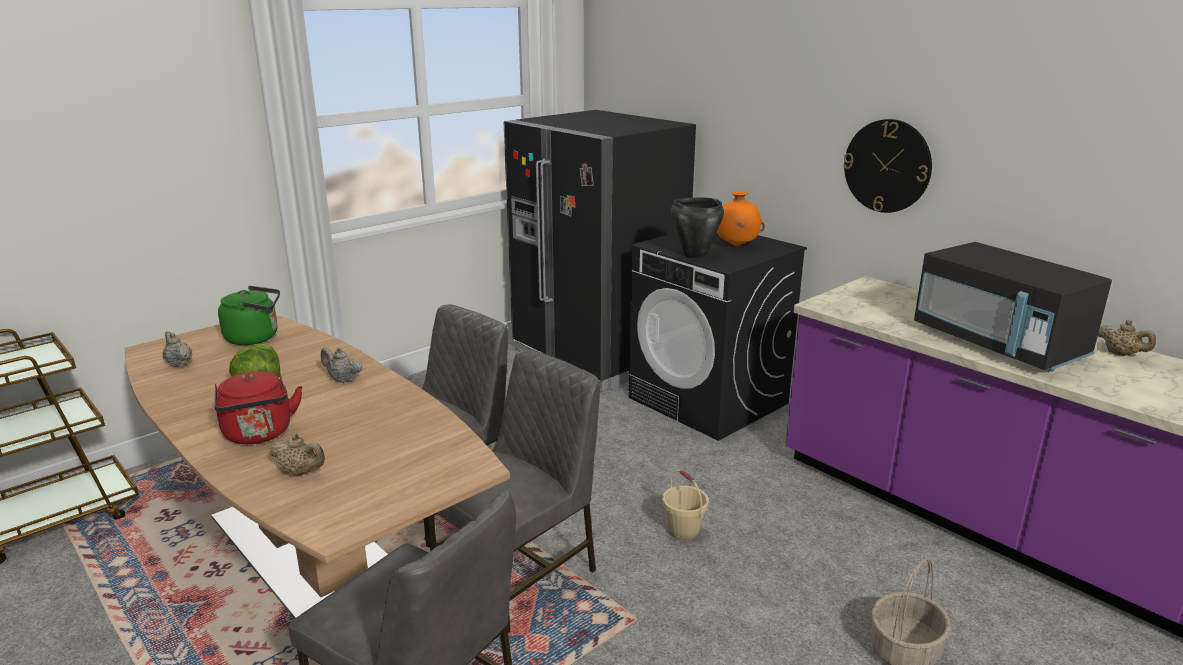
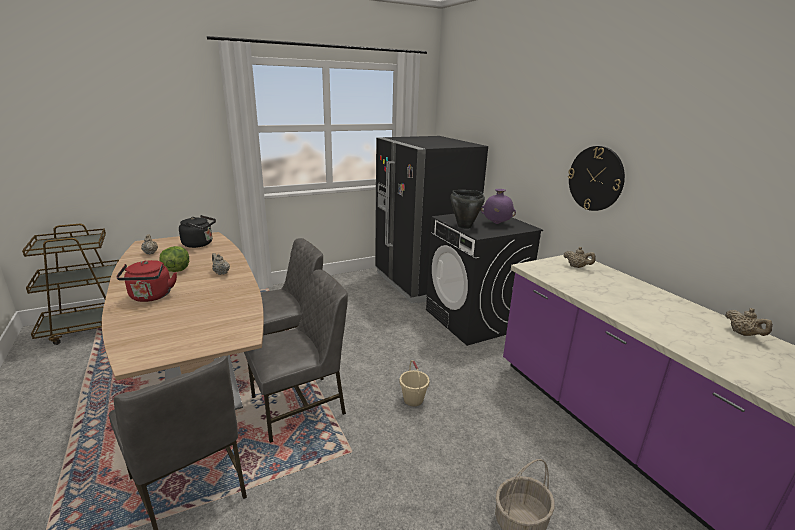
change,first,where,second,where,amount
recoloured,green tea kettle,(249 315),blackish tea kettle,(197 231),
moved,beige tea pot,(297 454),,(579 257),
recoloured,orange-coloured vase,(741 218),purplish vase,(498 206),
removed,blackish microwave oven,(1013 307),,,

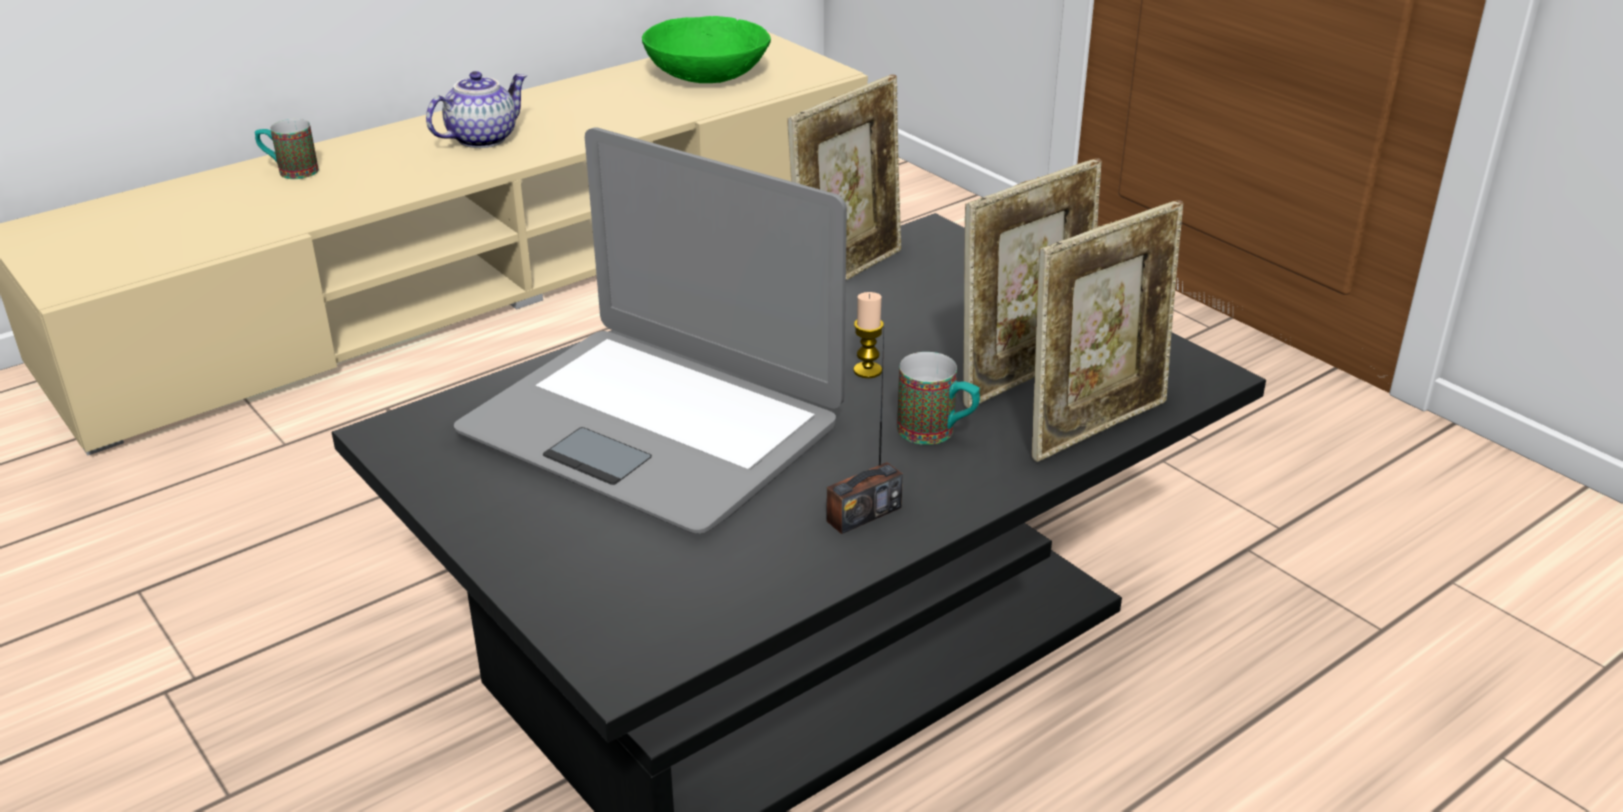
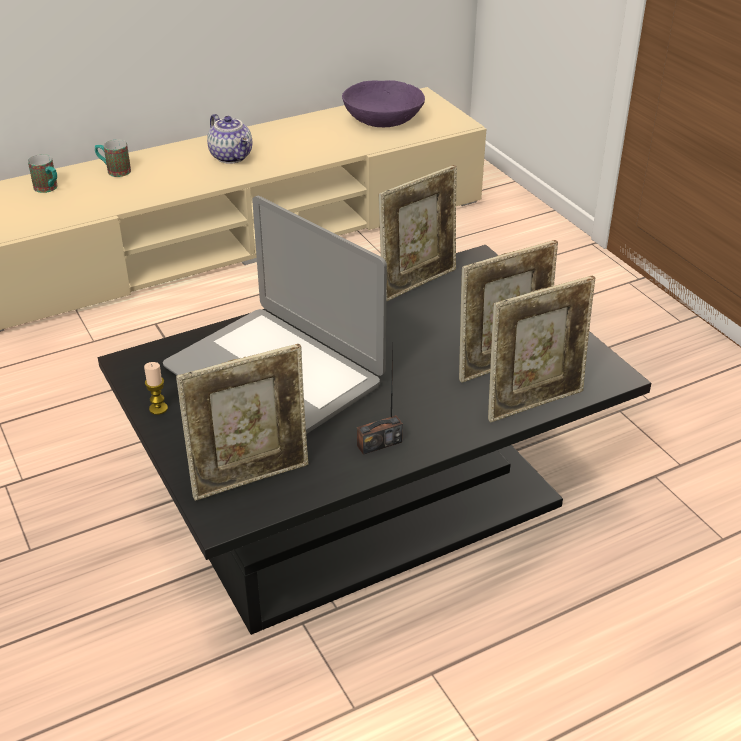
change,first,where,second,where,amount
turned,tea pot,(476 109),,(229 139),90 degrees clockwise
recoloured,green deep dish,(706 49),purplish deep dish,(383 103),
moved,wax candle,(868 335),,(156 388),
moved,tea mug,(938 398),,(43 173),
added,,,photo frame,(242 422),

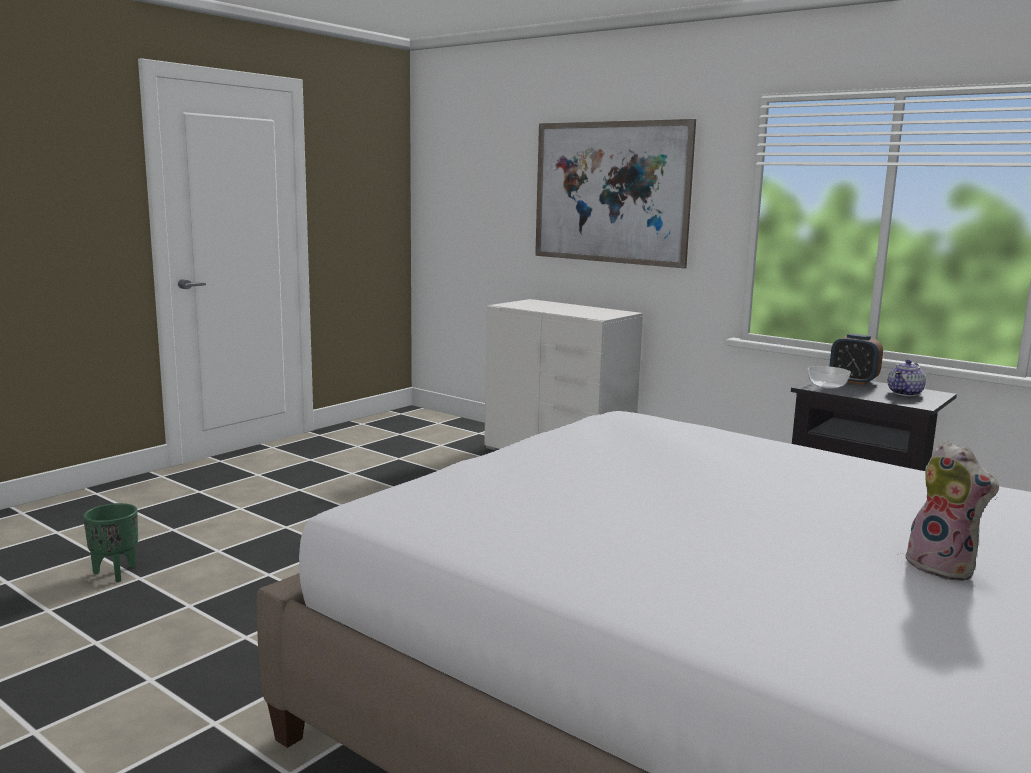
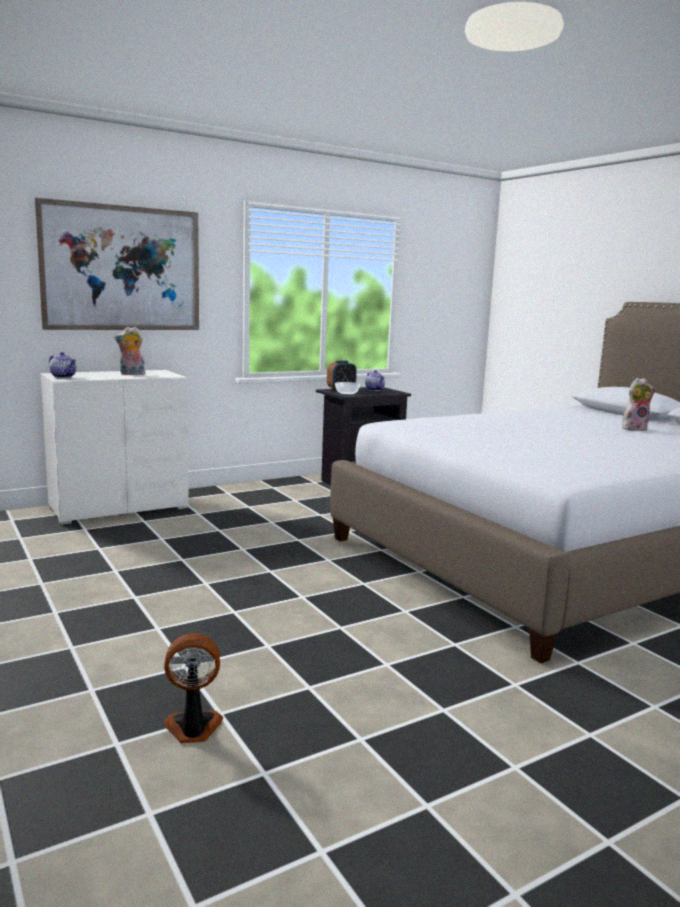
change,first,where,second,where,amount
replaced,green flower pot,(110 542),cooling fan,(193 688),
added,,,tea pot,(62 365),
added,,,cuddly toy,(130 351),

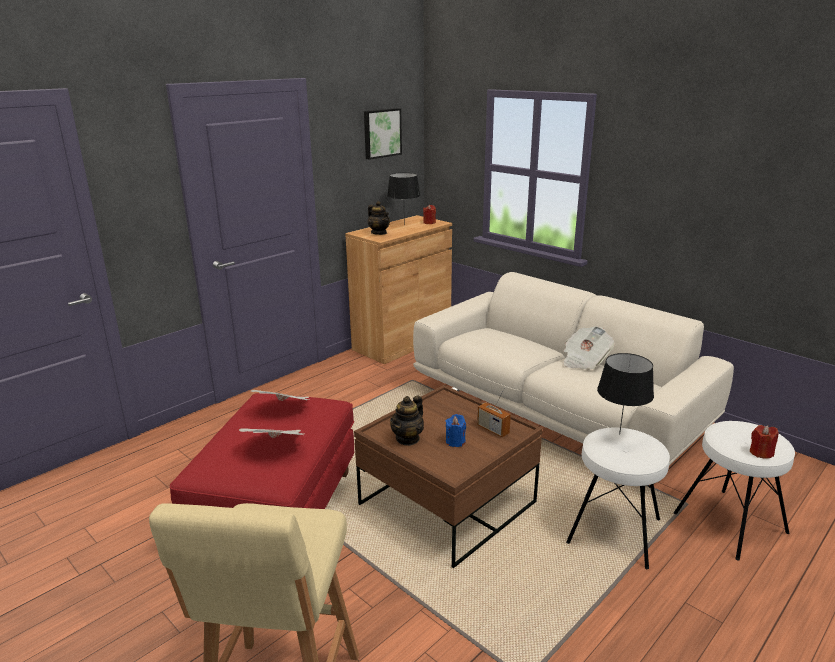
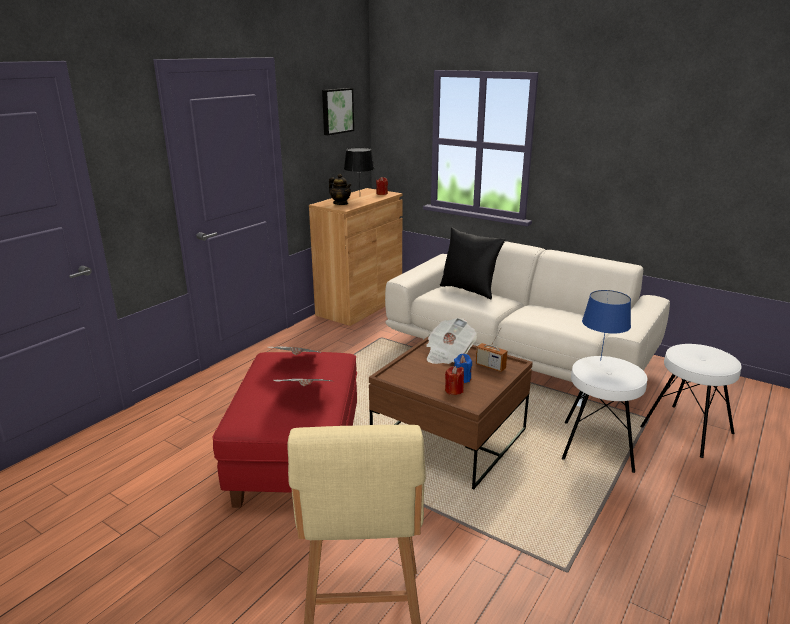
change,first,where,second,where,amount
removed,tea pot,(407 420),,,
moved,daily paper,(588 347),,(451 341),
recoloured,blackish tabletop lamp,(625 394),blue-coloured tabletop lamp,(606 325),
moved,reddish wax candle,(764 442),,(454 380),
added,,,blackish cushion,(472 263),

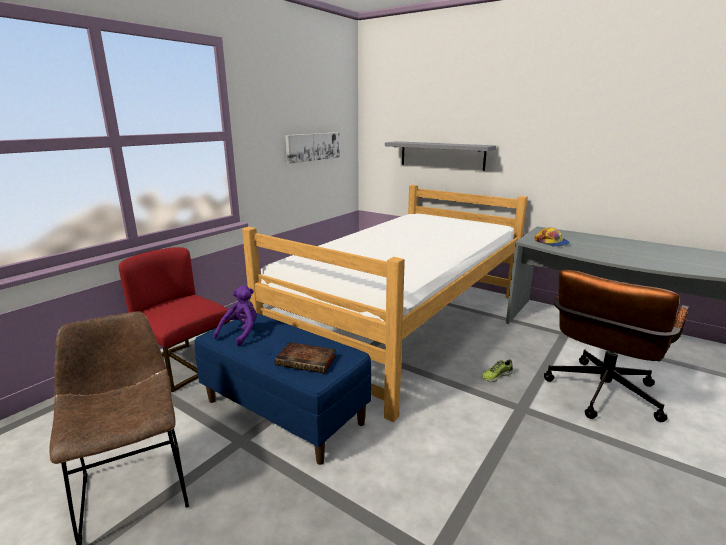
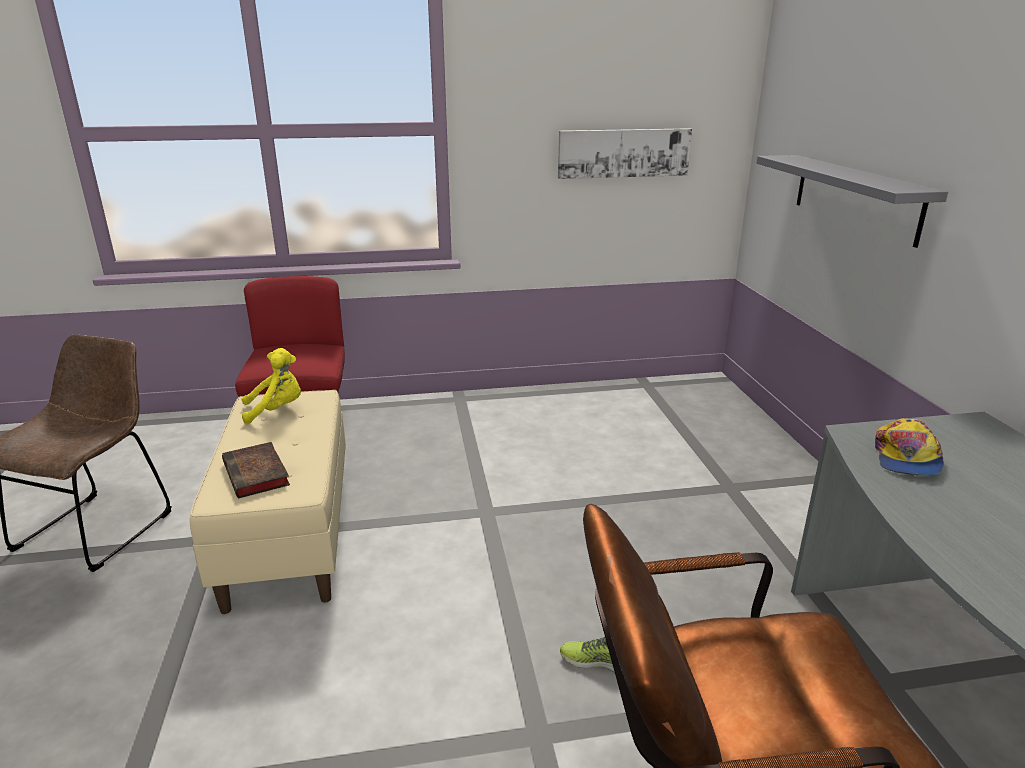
change,first,where,second,where,amount
recoloured,blue-coloured bench,(283 389),beige bench,(268 502),
recoloured,purplish cuddly toy,(235 315),yellow cuddly toy,(271 386),
removed,bed,(385 303),,,

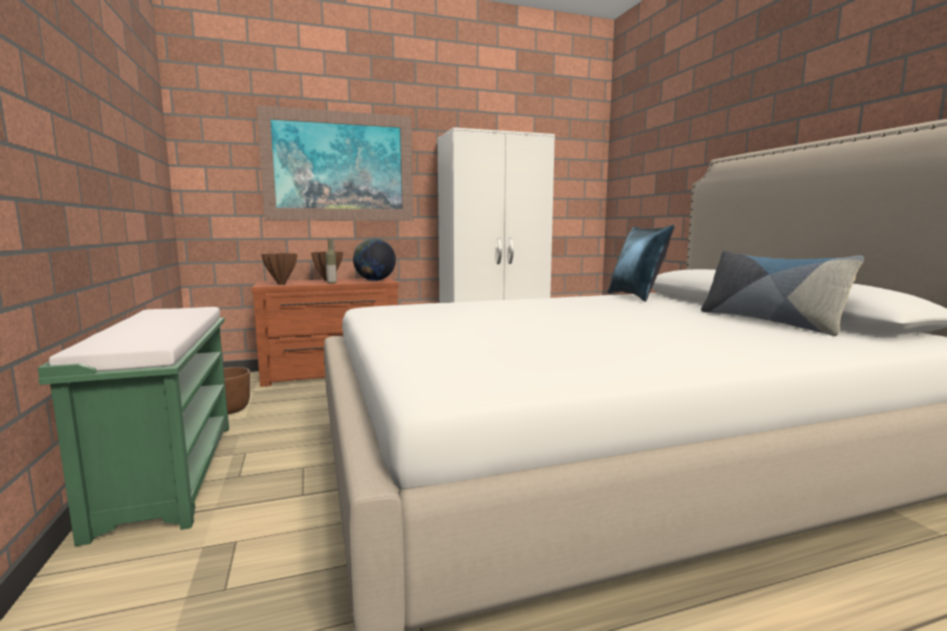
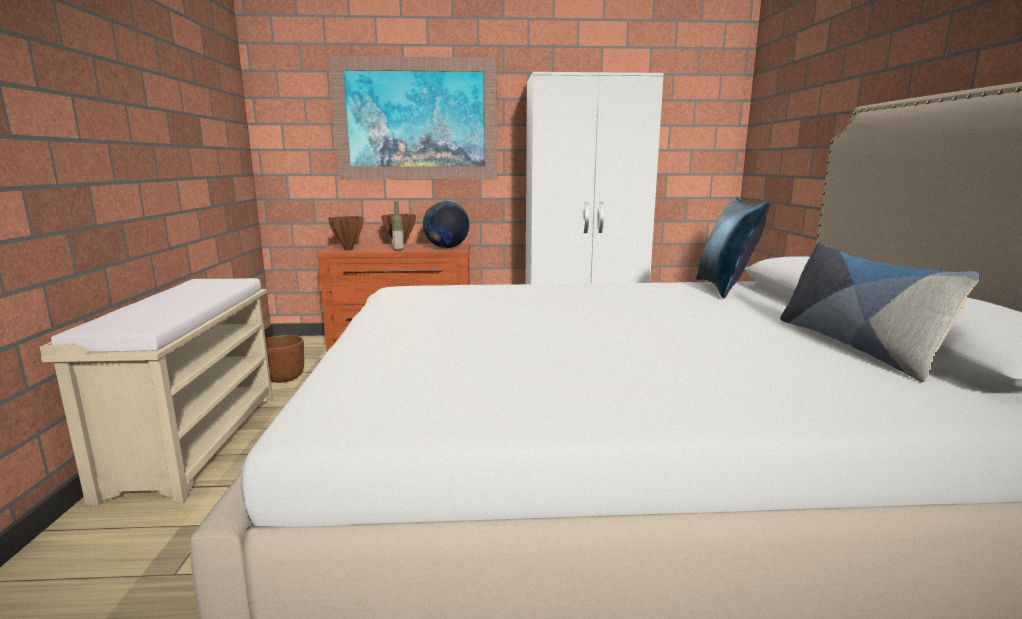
change,first,where,second,where,amount
recoloured,green bench,(133 426),beige bench,(156 392),

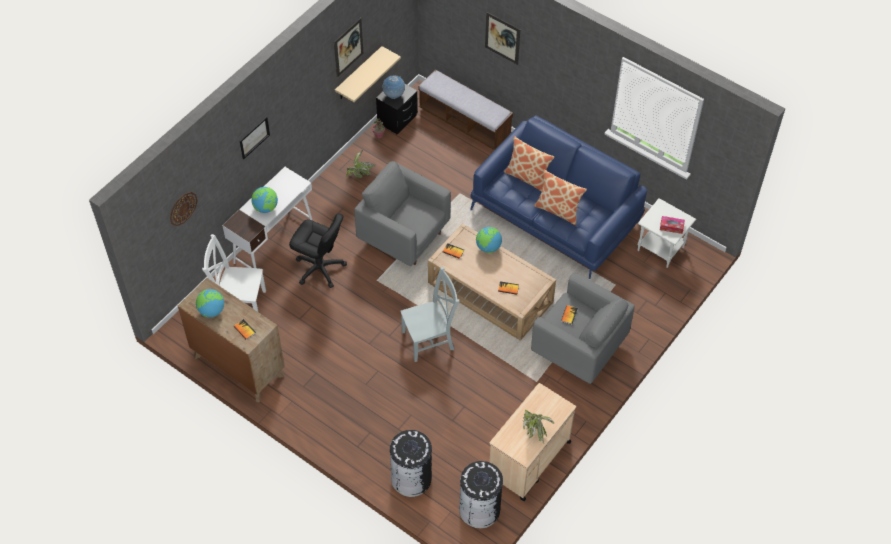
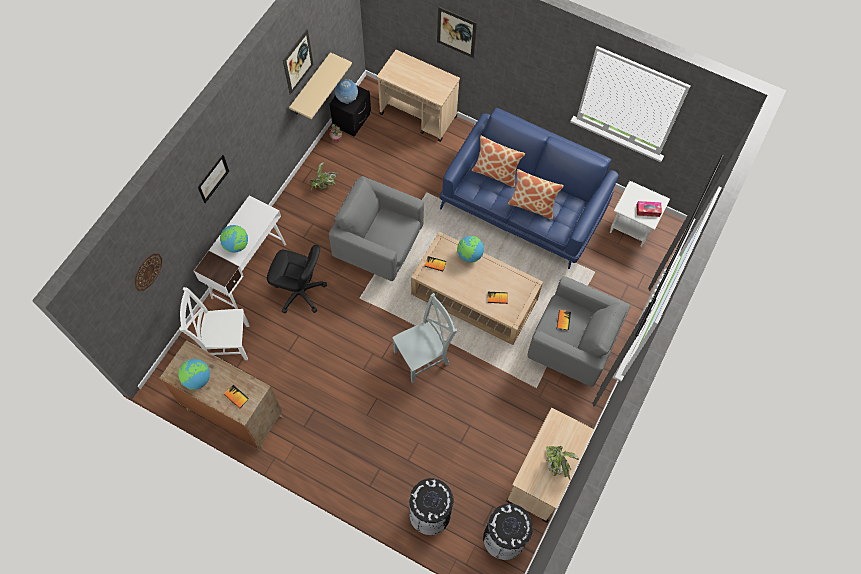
change,first,where,second,where,amount
replaced,bench,(465 109),beige trolley,(418 96),

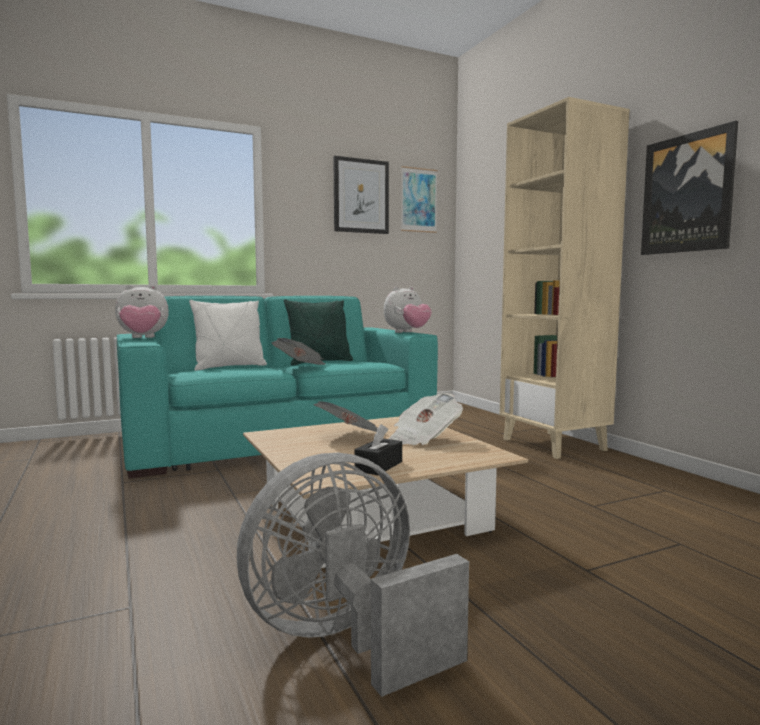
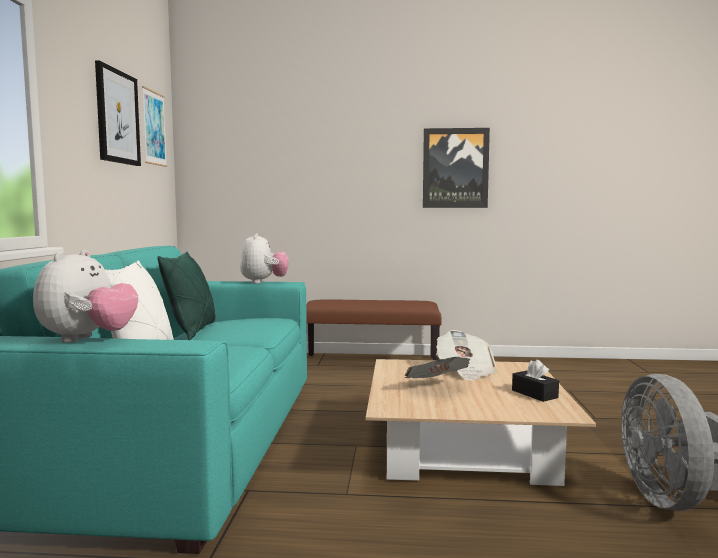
change,first,where,second,where,amount
removed,daily paper,(299 351),,,
replaced,beige shelving unit,(565 278),brown-coloured bench,(374 330),

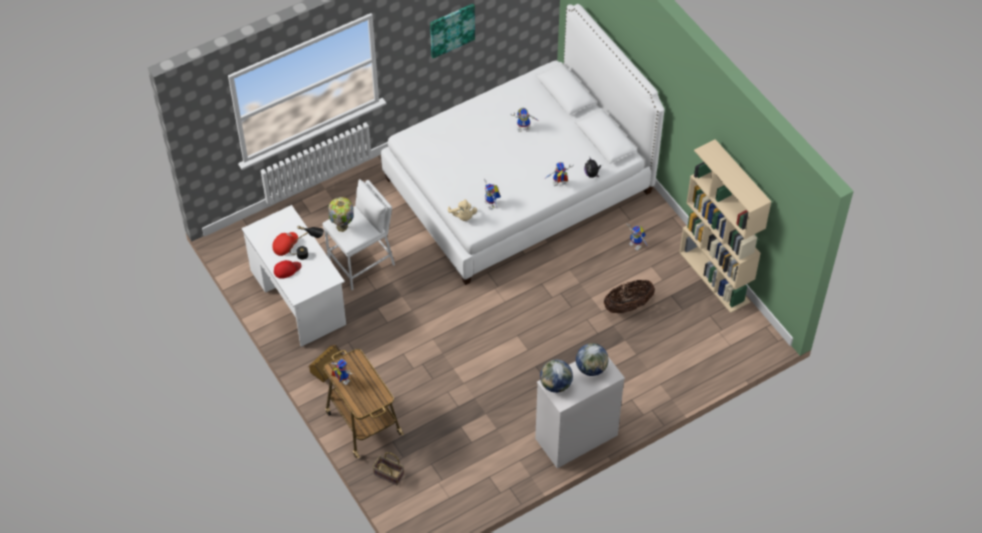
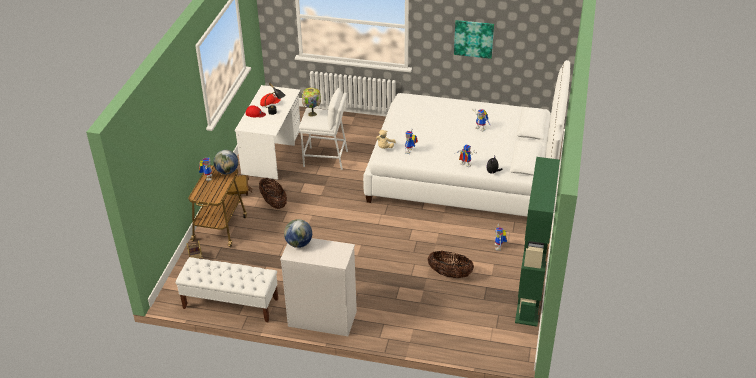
change,first,where,second,where,amount
moved,globe,(592 359),,(226 162),
recoloured,beige shelving unit,(725 226),green shelving unit,(537 241),
added,,,white-coloured bench,(226 289),
added,,,storage basket,(273 193),

